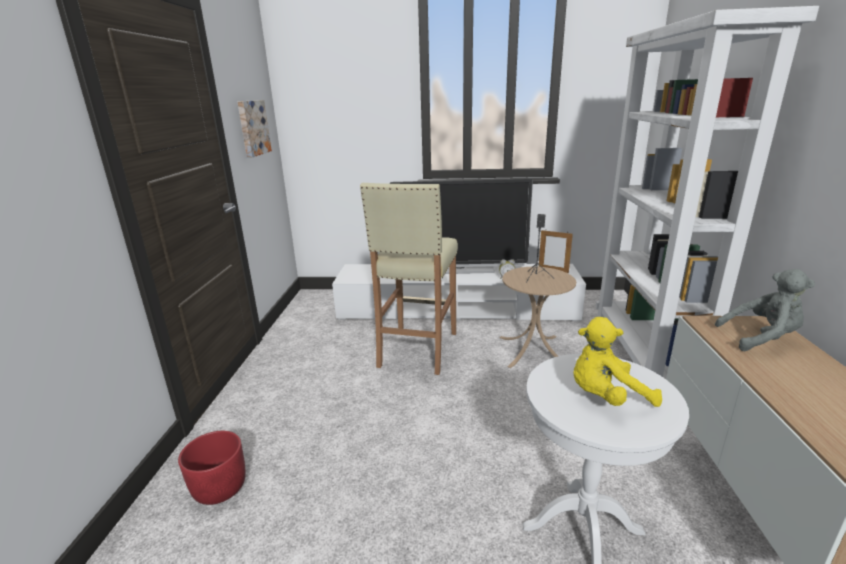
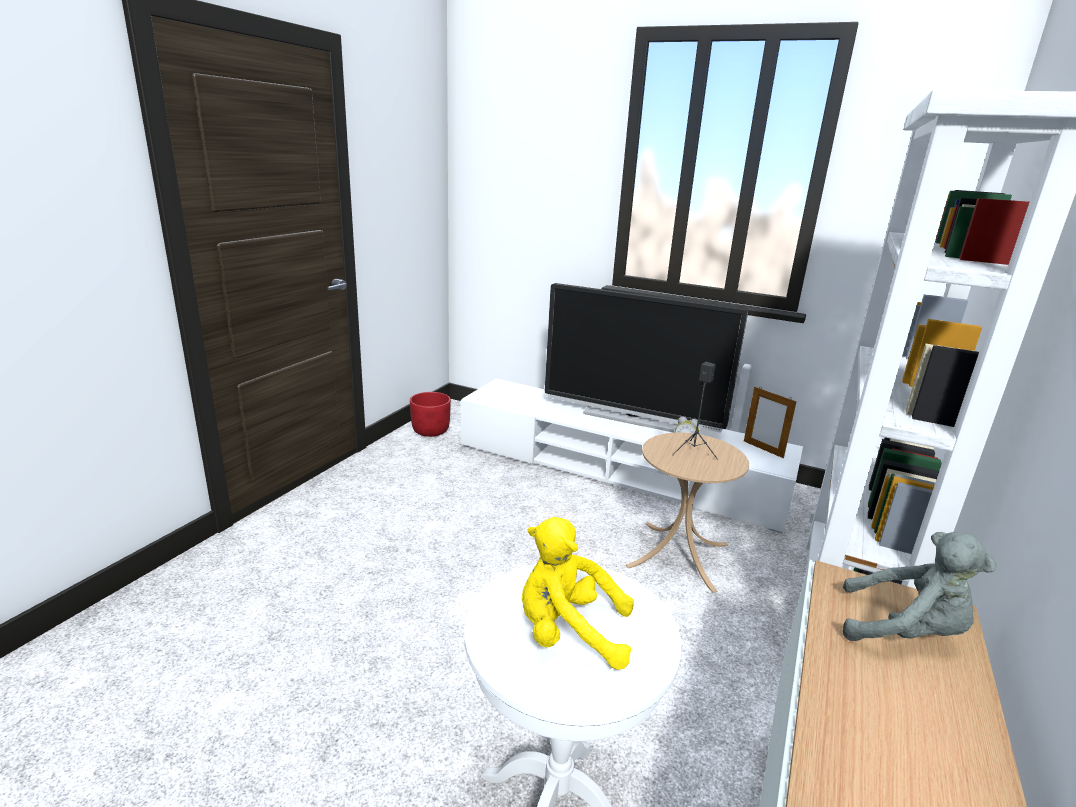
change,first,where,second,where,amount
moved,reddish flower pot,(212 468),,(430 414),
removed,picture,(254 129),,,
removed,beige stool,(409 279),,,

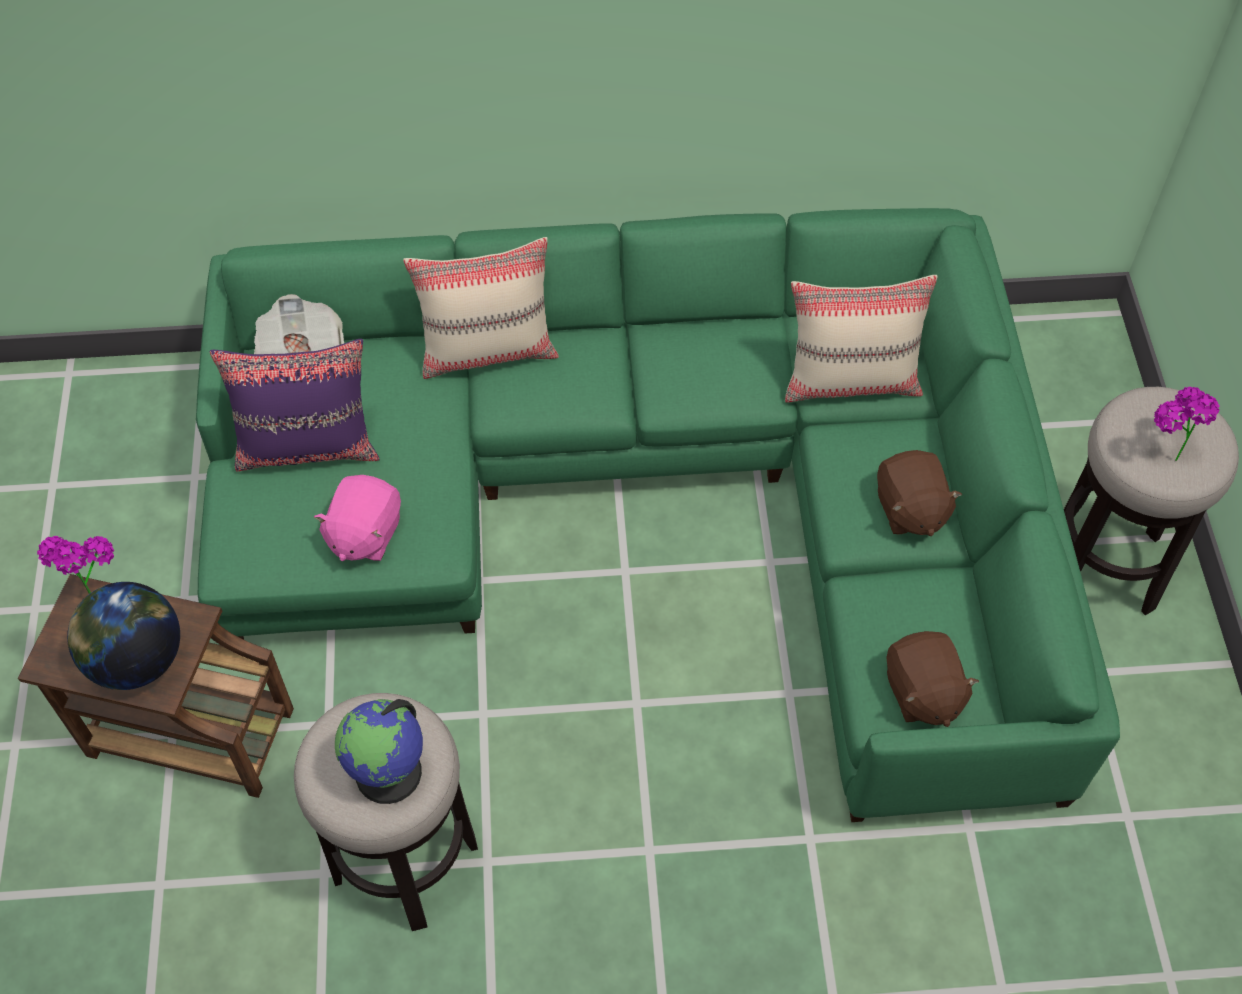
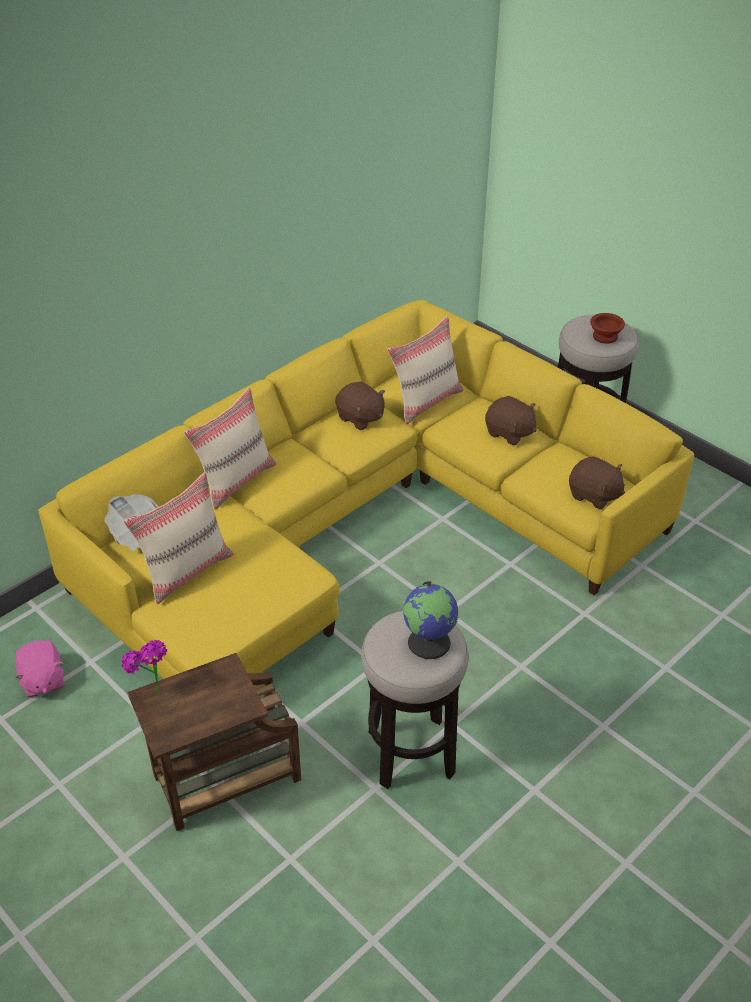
change,first,where,second,where,amount
removed,globe,(123 636),,,
recoloured,green settee,(658 515),yellow settee,(366 489),
recoloured,purplish cushion,(295 405),beige cushion,(178 538),
moved,pink-coloured cuddly toy,(357 518),,(39 668),
replaced,potted plant,(1187 424),brown-coloured deep dish,(607 328),
added,,,brown-coloured cuddly toy,(360 405),

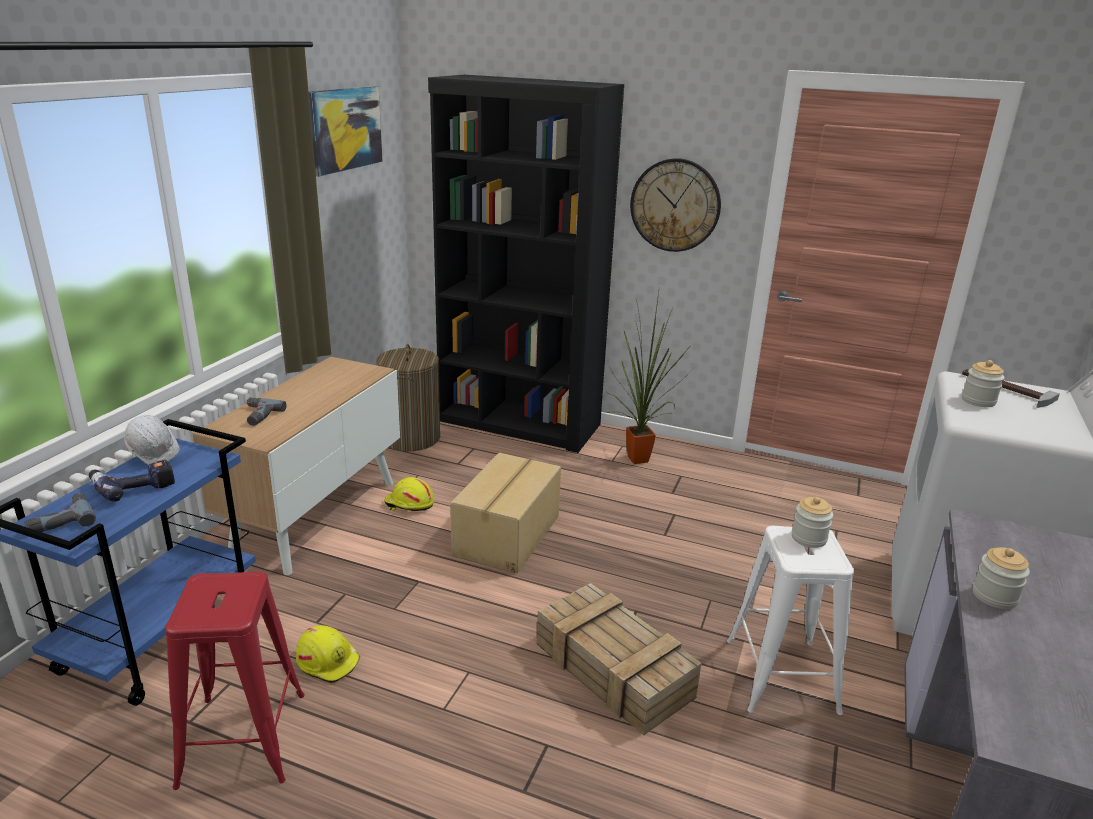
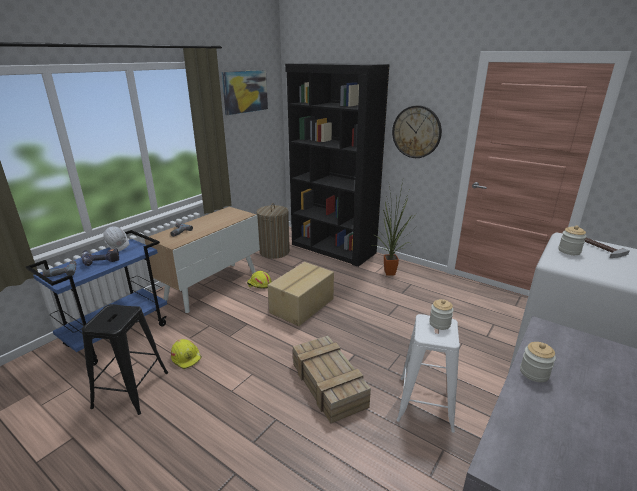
change,first,where,second,where,amount
recoloured,reddish stool,(235 680),blackish stool,(125 359),

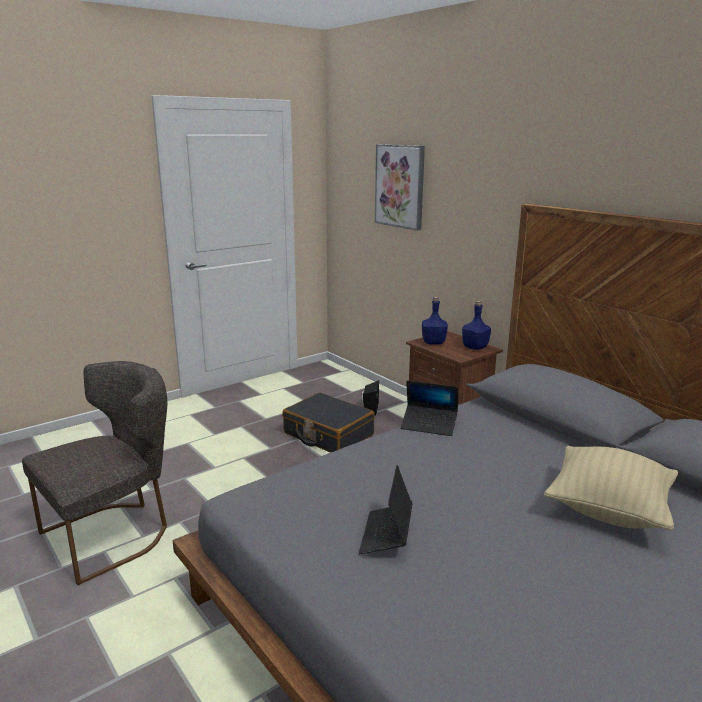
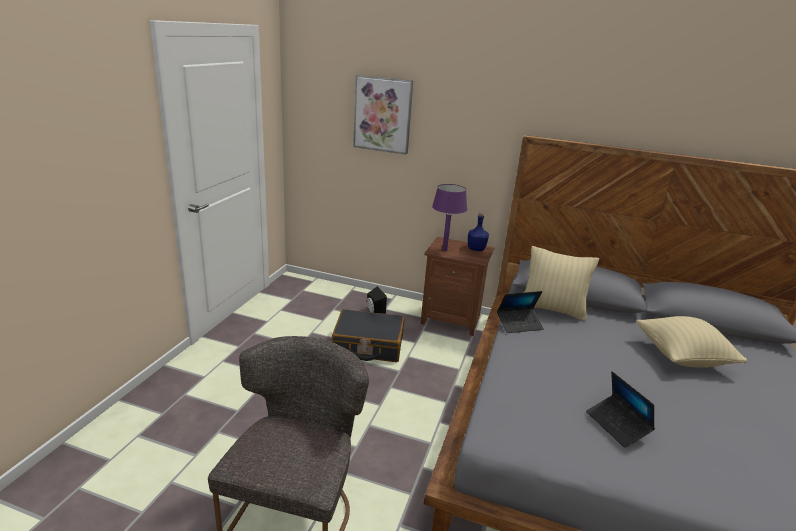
change,first,where,second,where,amount
replaced,blue-coloured bottle,(435 321),purplish tabletop lamp,(449 217),
added,,,beige cushion,(562 283),

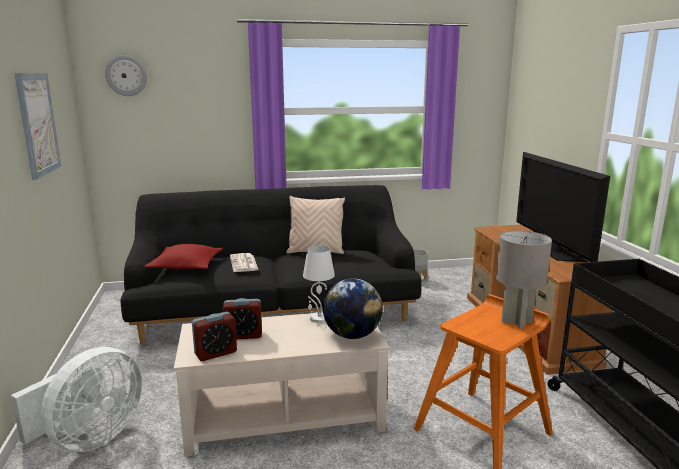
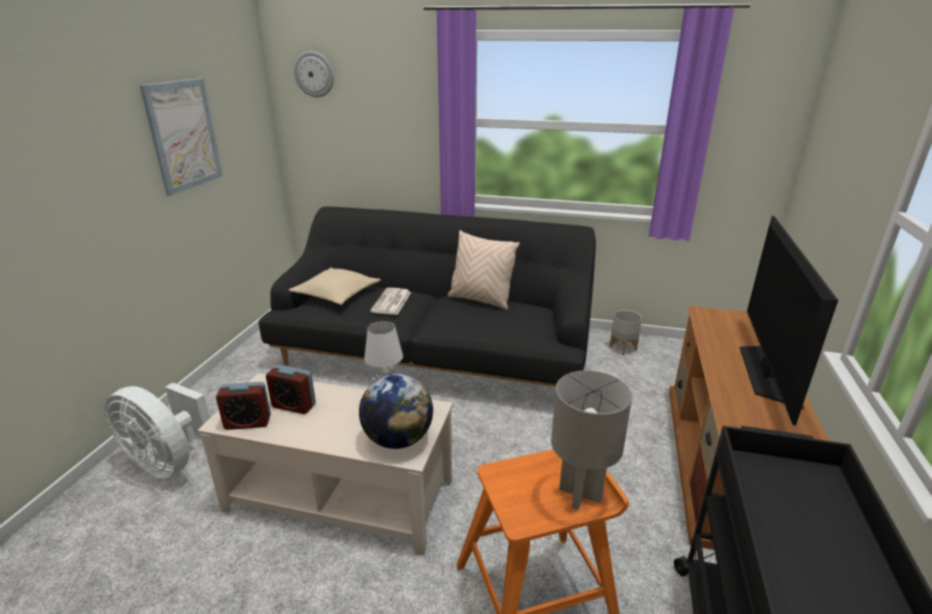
change,first,where,second,where,amount
turned,white-coloured cooling fan,(76 399),,(157 431),60 degrees clockwise
recoloured,reddish cushion,(183 257),beige cushion,(335 286),

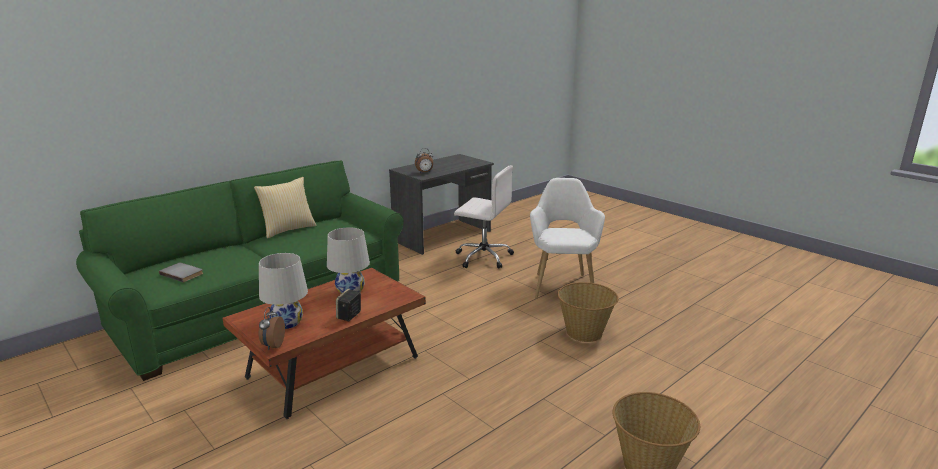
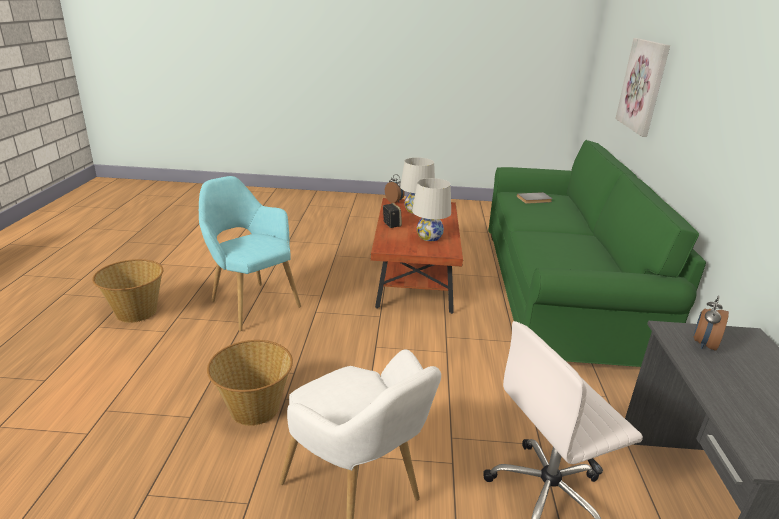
change,first,where,second,where,amount
removed,cushion,(285 207),,,
added,,,turquoise-coloured lounge chair,(250 253),
added,,,picture,(642 87),

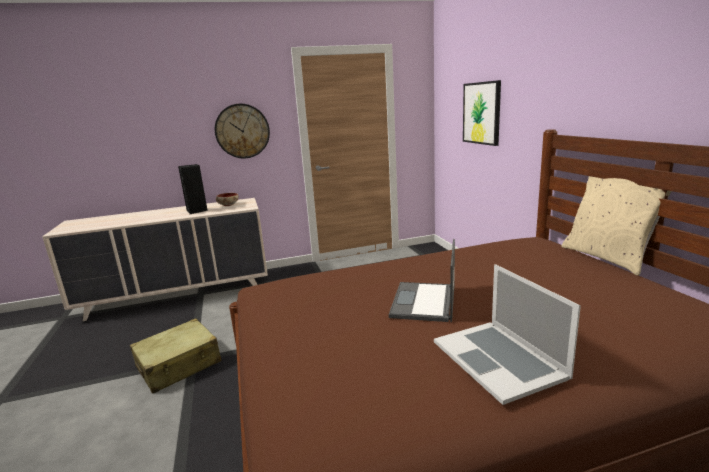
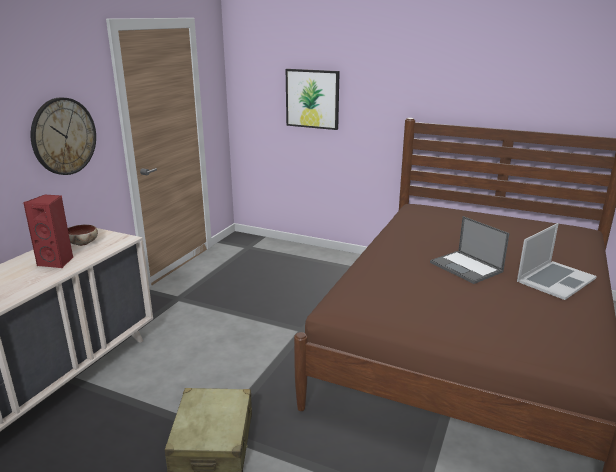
change,first,where,second,where,amount
recoloured,blackish loudspeaker,(193 189),reddish loudspeaker,(48 231),
turned,portable computer,(507 334),,(557 261),60 degrees counterclockwise
removed,beige cushion,(616 226),,,

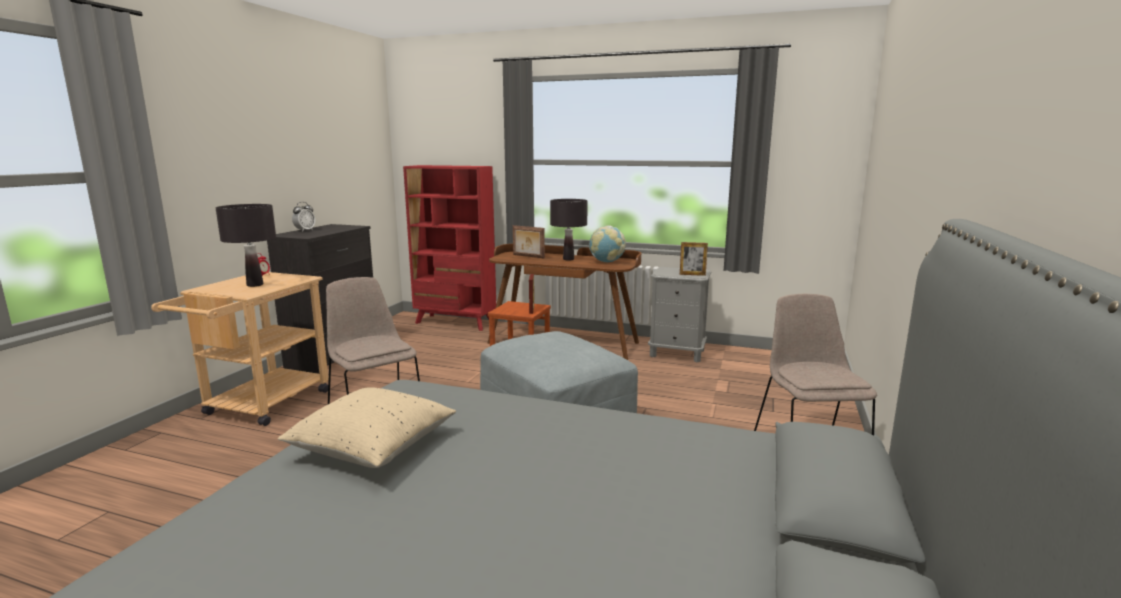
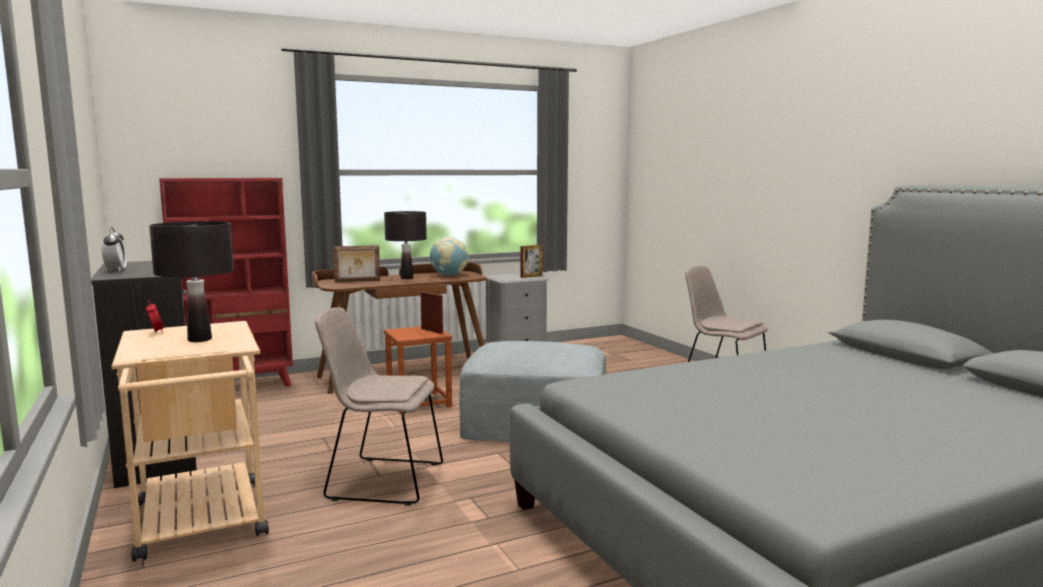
change,first,where,second,where,amount
removed,beige cushion,(367 427),,,

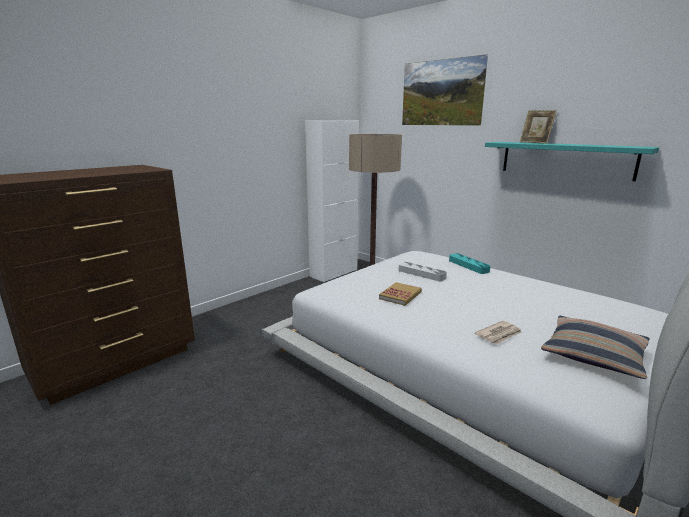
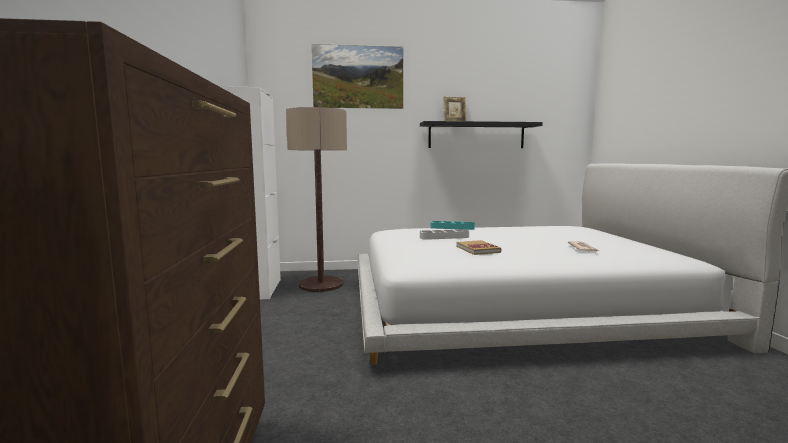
change,first,where,second,where,amount
recoloured,turquoise-coloured bracket shelf,(572 161),blackish bracket shelf,(481 134),
removed,cushion,(595 347),,,

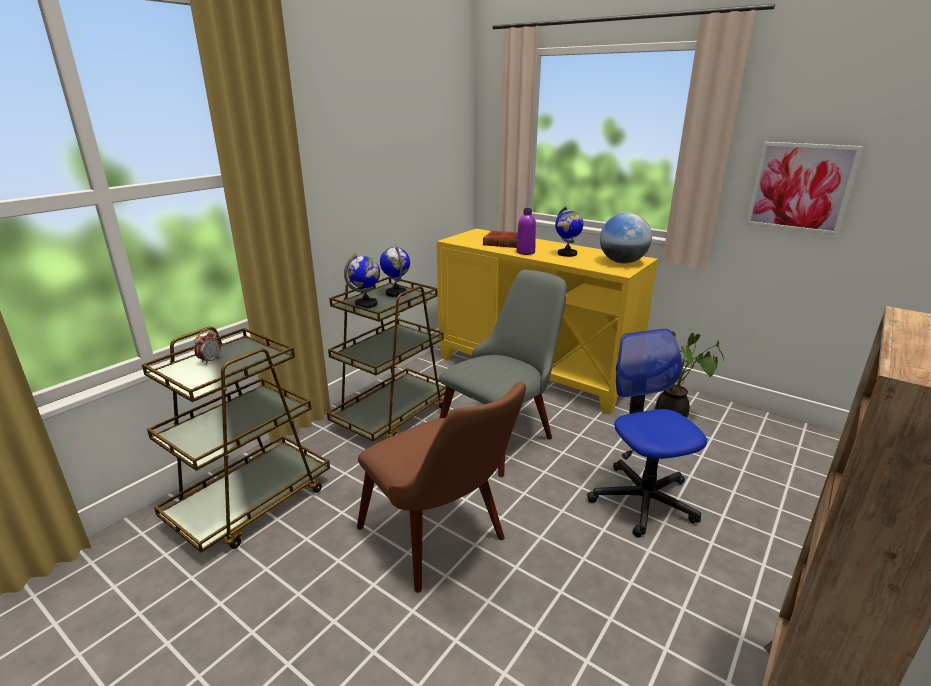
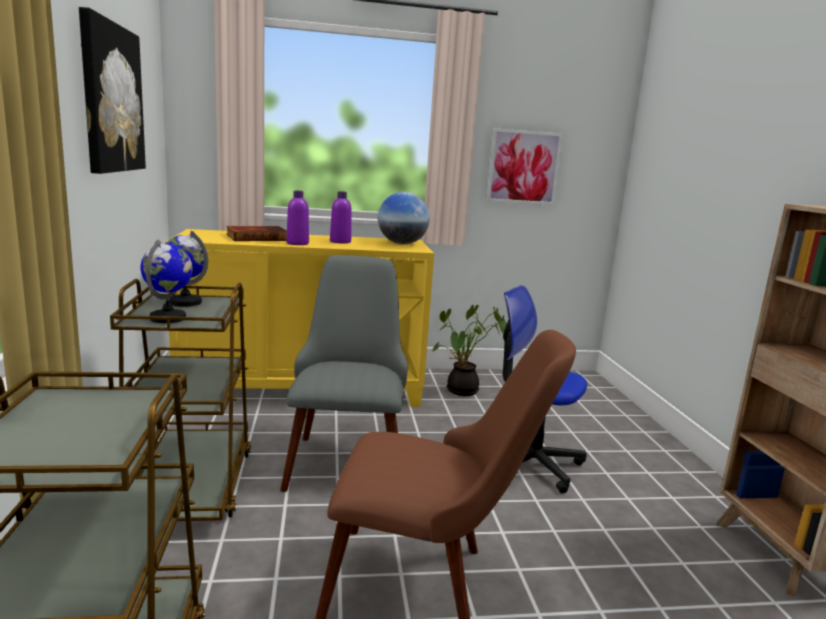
change,first,where,second,where,amount
removed,bedside clock,(207 347),,,
replaced,globe,(569 231),purplish bottle,(340 217),
added,,,picture,(112 90),

